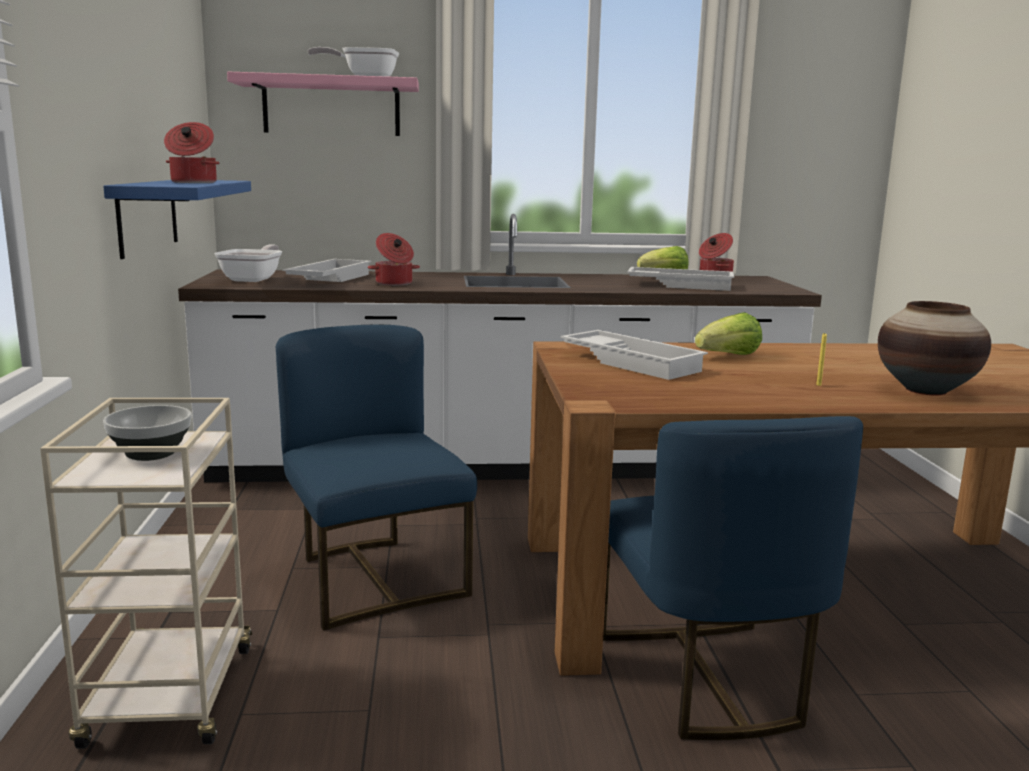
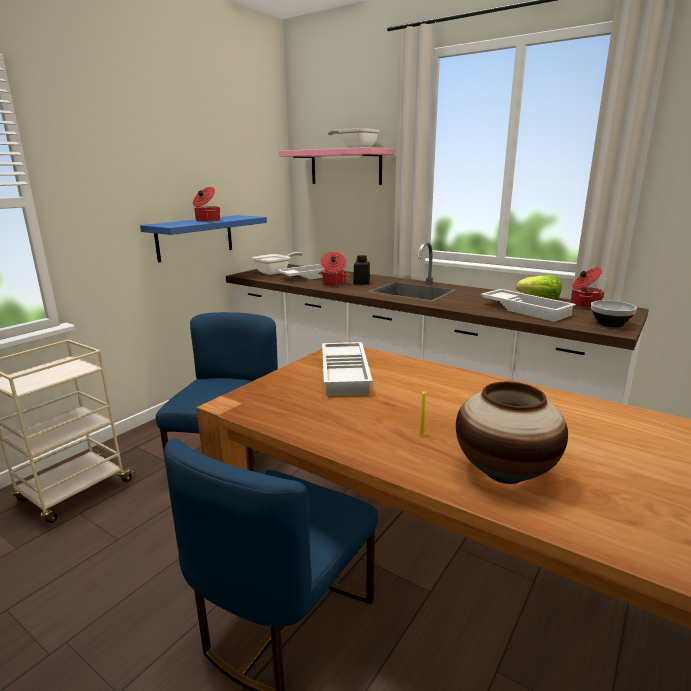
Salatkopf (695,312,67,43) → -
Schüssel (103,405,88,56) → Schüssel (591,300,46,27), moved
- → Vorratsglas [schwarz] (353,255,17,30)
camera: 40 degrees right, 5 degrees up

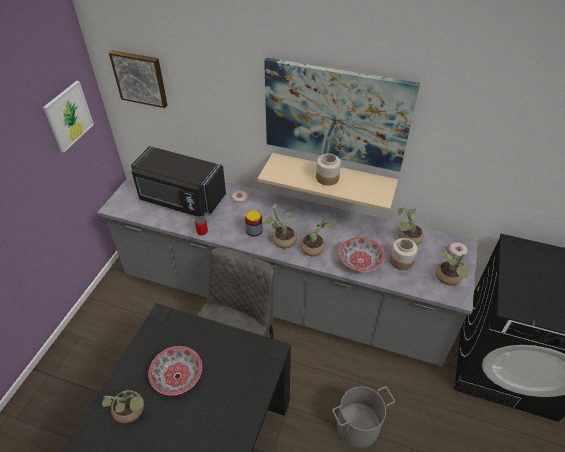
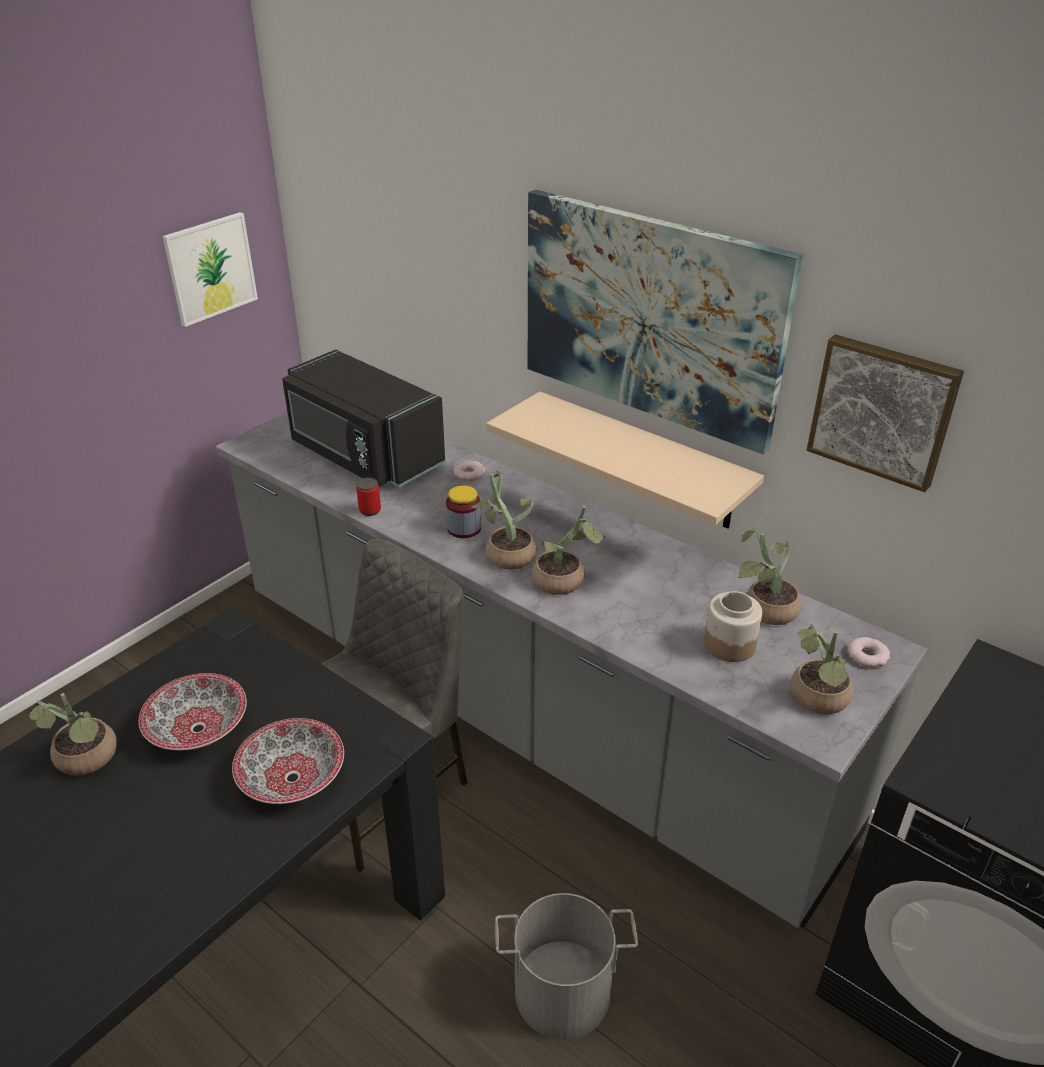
Bild (109,50,58,58) → Bild (806,334,158,158), moved
Vorratsglas (316,153,25,33) → -
Schüssel (339,237,46,35) → Schüssel (232,718,112,86), moved
camera: 20 degrees right, 10 degrees down

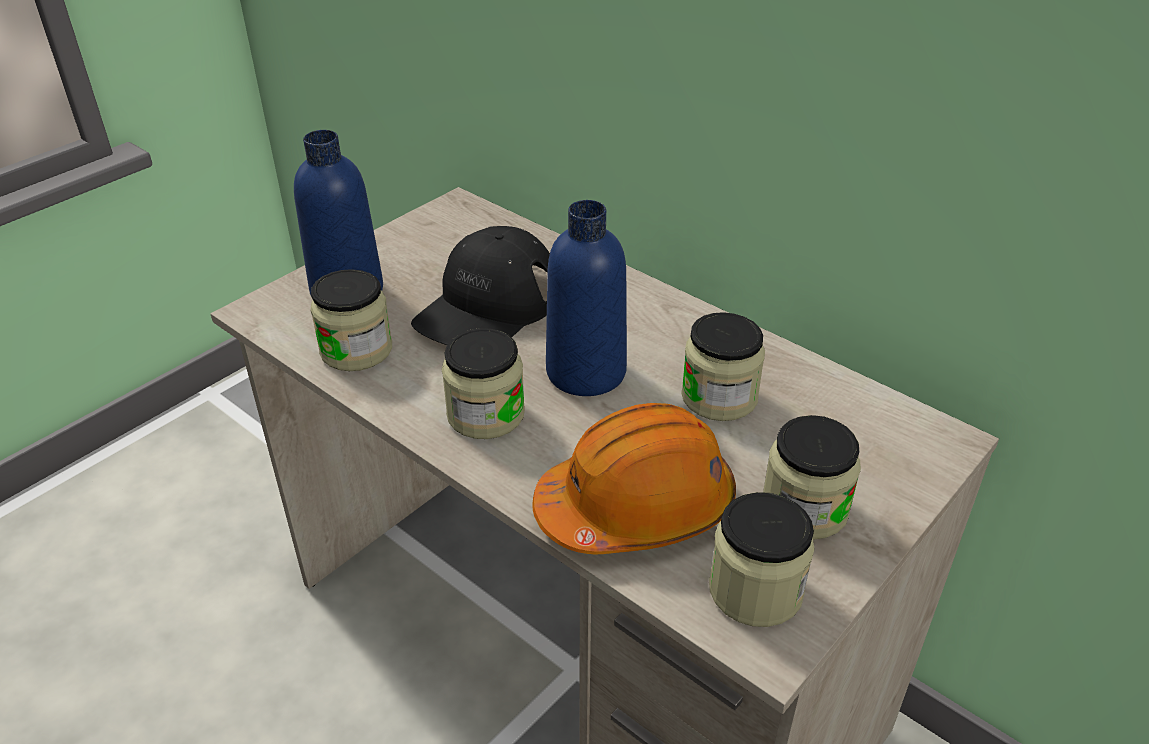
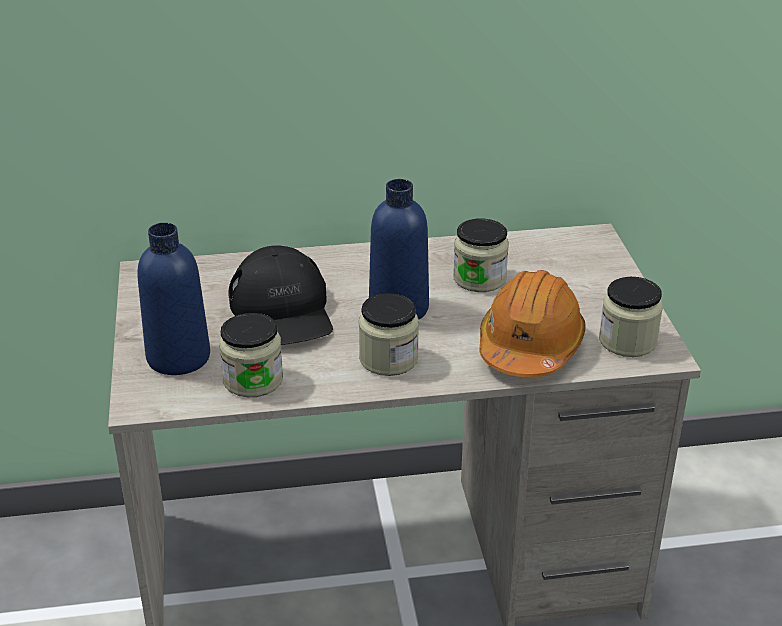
Vorratsglas (763,415,98,125) → -
camera: 50 degrees left, 5 degrees down

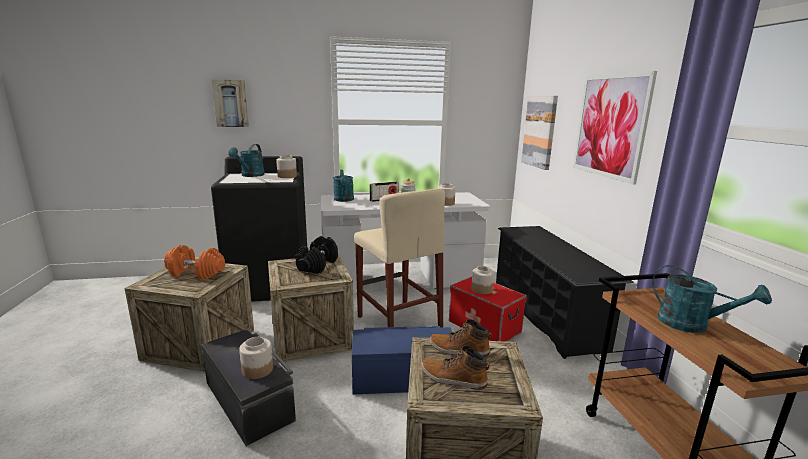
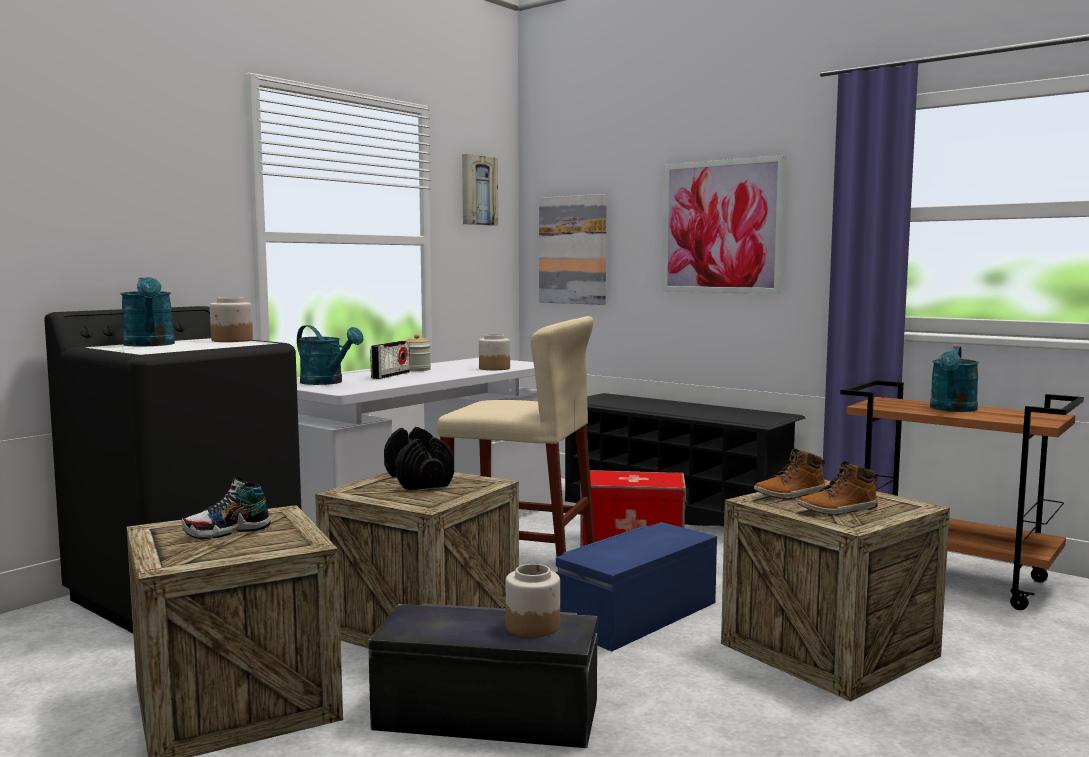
Bild (212,79,37,48) → Bild (462,154,36,72), moved
Hantel [orange] (164,245,61,34) → Schuh (181,477,90,62)
Gießkanne [türkis] (652,265,120,68) → Gießkanne [türkis] (930,346,49,66), 120 degrees clockwise
Vorratsglas (471,266,23,28) → -
camera: 40 degrees left, 10 degrees down

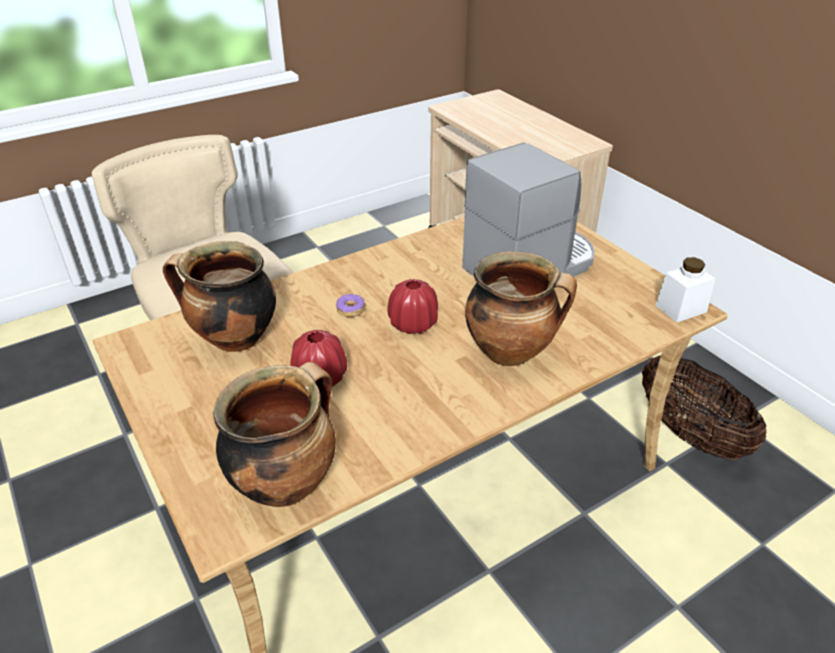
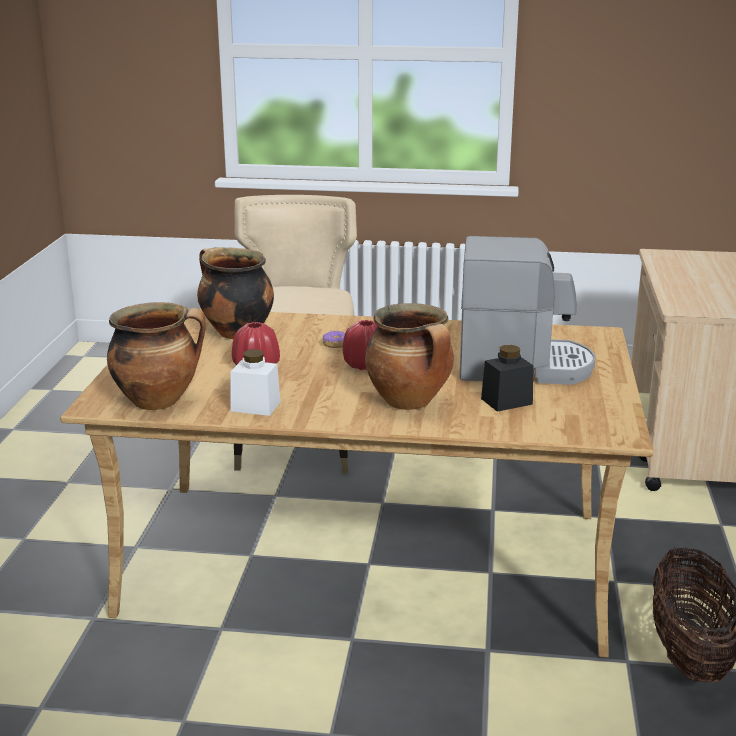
Vorratsglas [weiß] (655,257,61,66) → Vorratsglas [weiß] (230,349,50,67), moved
- → Vorratsglas [schwarz] (481,345,52,67)
camera: 40 degrees right, 15 degrees down

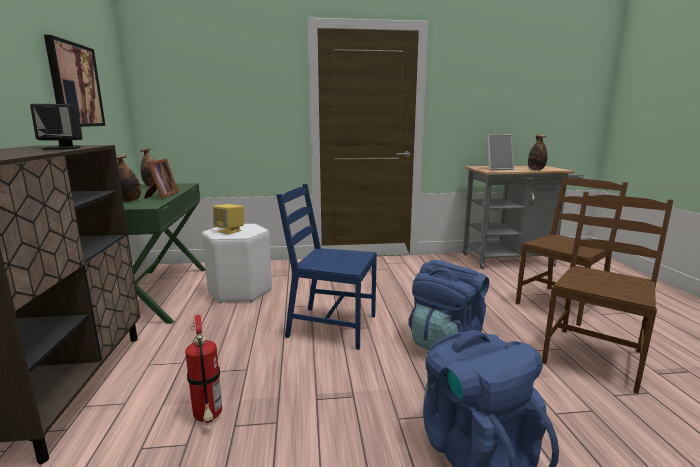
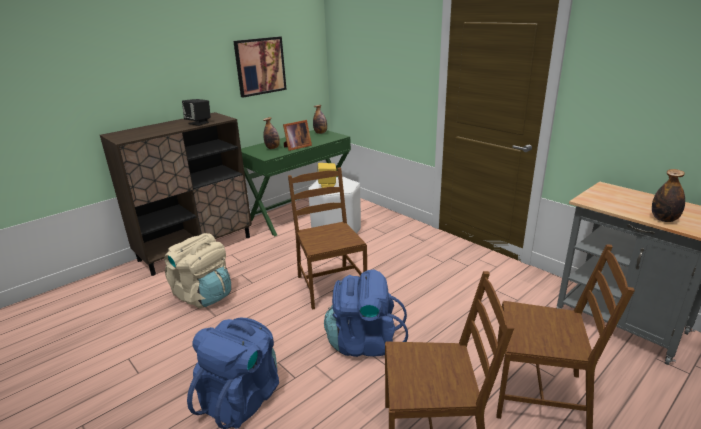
Bilderrahmen (487,134,27,36) → -
Stuhl [blau] (276,184,101,166) → Stuhl [braun] (288,168,79,142)
Feuerlöscher (185,315,37,108) → Rucksack [beige] (164,233,67,75)
camera: 55 degrees right, 10 degrees up

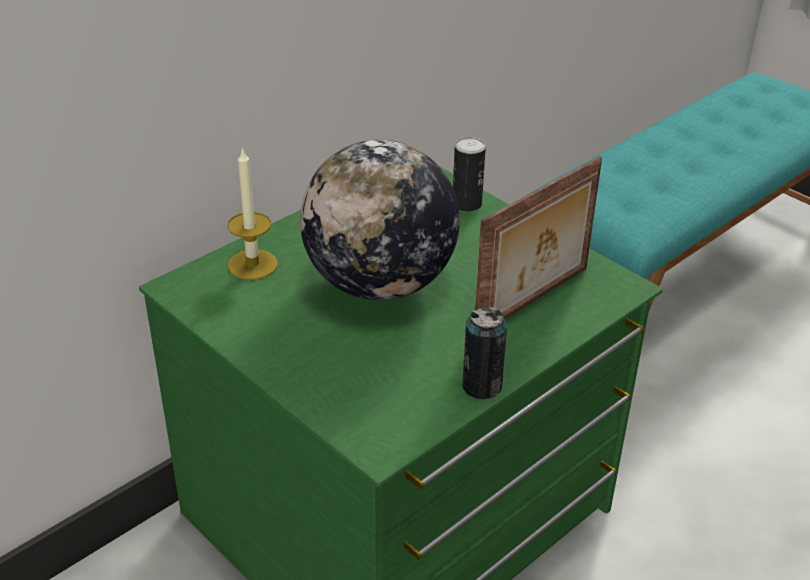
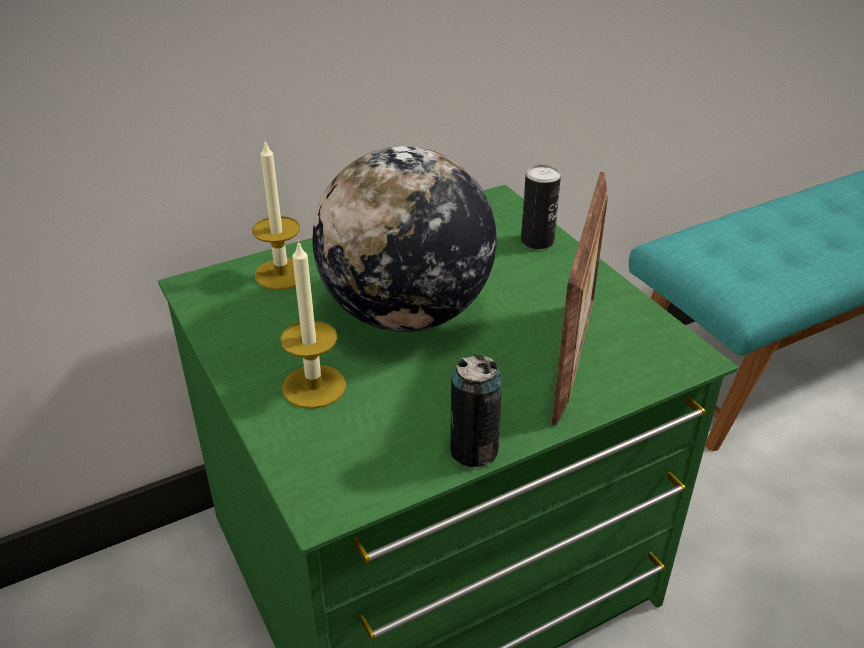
Bilderrahmen (475,156,127,163) → Bilderrahmen (551,172,57,254), 45 degrees counterclockwise
- → Kerze (280,240,66,169)
camera: 15 degrees right, 0 degrees up

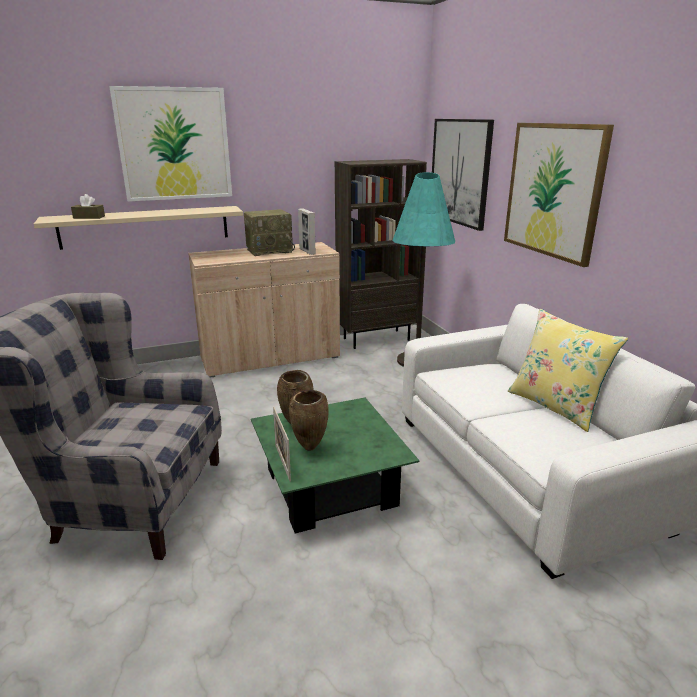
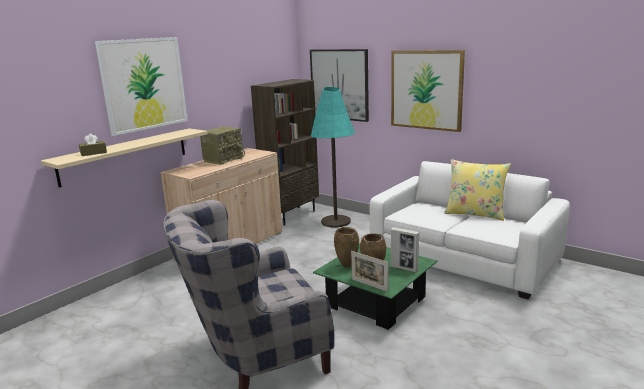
Bilderrahmen (298,208,18,47) → Bilderrahmen (391,227,29,45), moved
camera: 30 degrees left, 5 degrees down

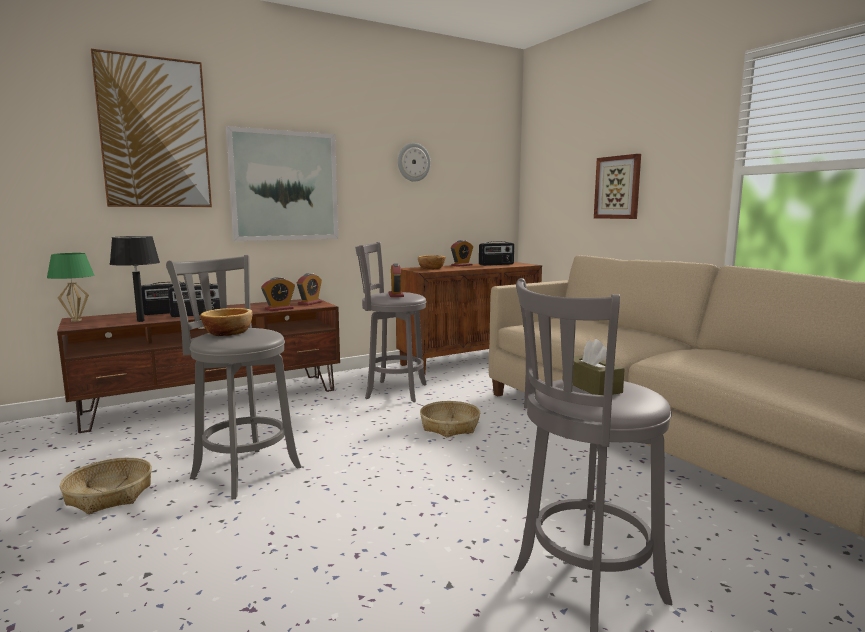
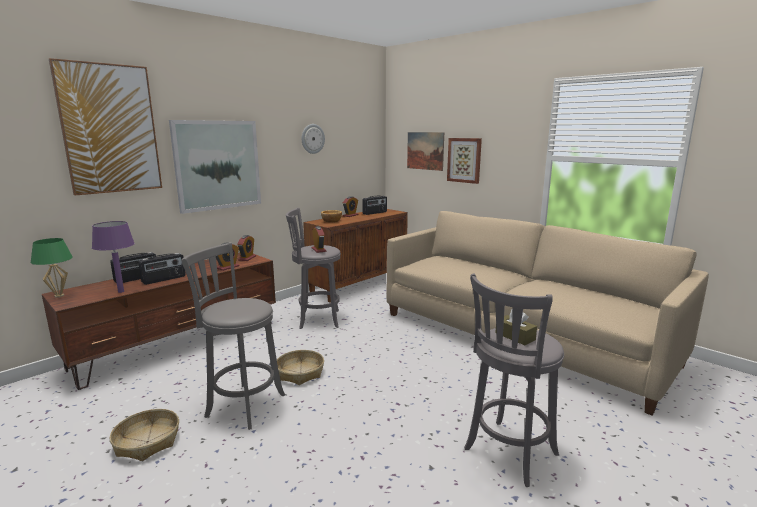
Tischlampe [schwarz] (110,236,50,86) → Tischlampe [lila] (92,221,43,72)
Schüssel (201,308,51,28) → -
Korb (420,401,60,36) → Korb (277,350,47,35), moved
- → Bild (407,132,37,39)
camera: 15 degrees left, 5 degrees up

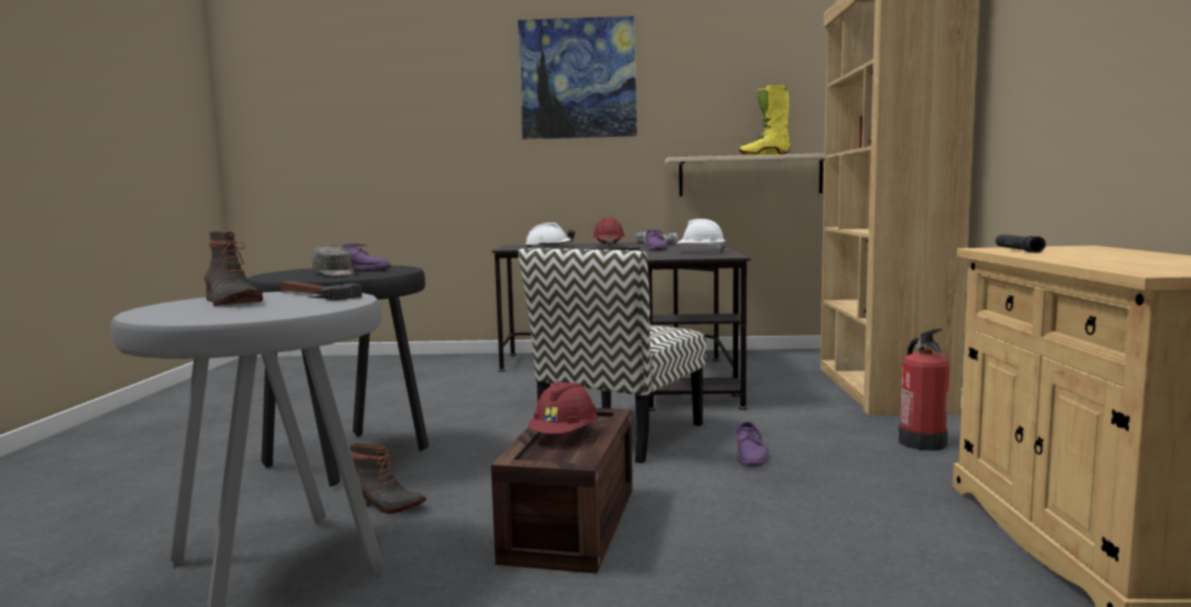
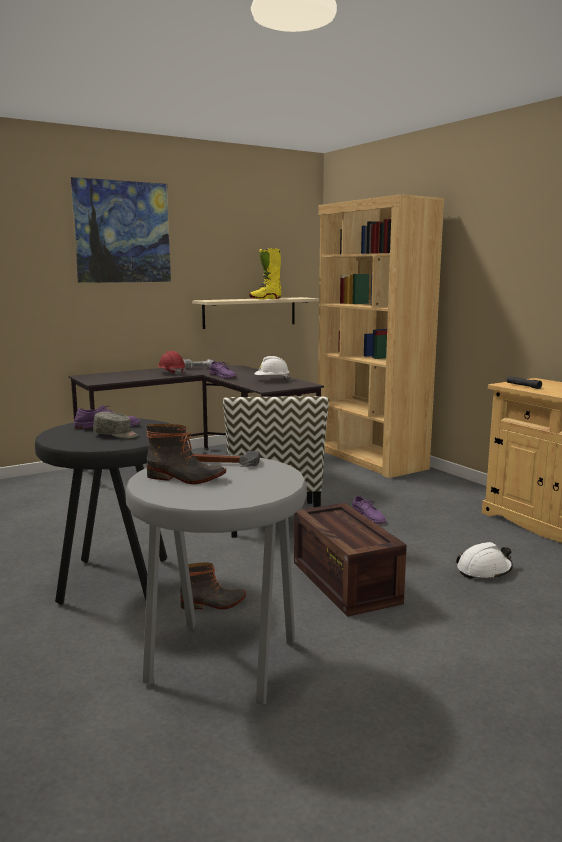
Schutzhelm [weiß] (525,223,50,24) → Schutzhelm [weiß] (456,542,57,37), moved
Feuerlöscher (898,329,51,122) → -
Schutzhelm [rot] (528,381,69,53) → -
camera: 35 degrees left, 5 degrees up

